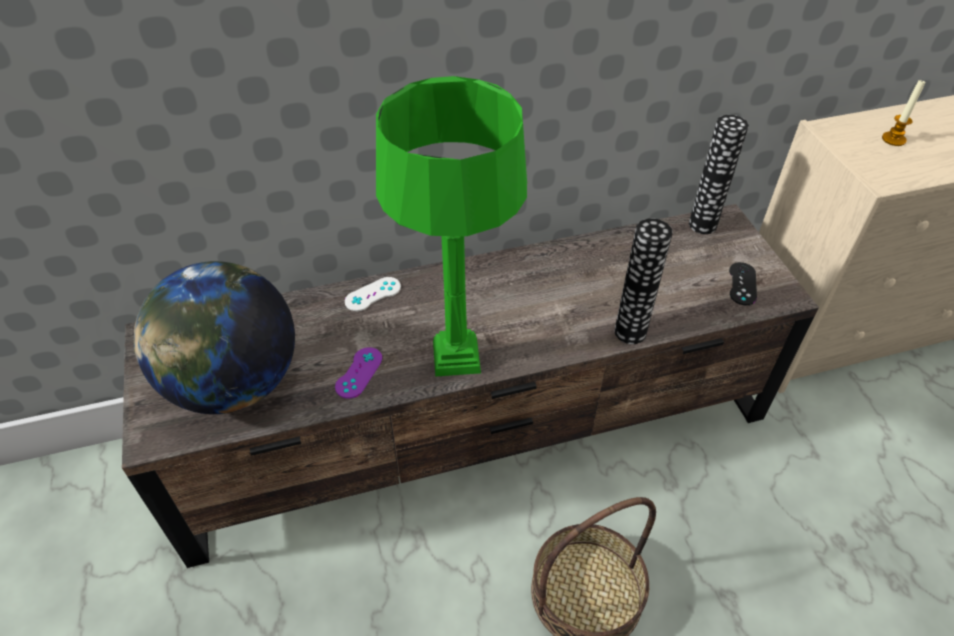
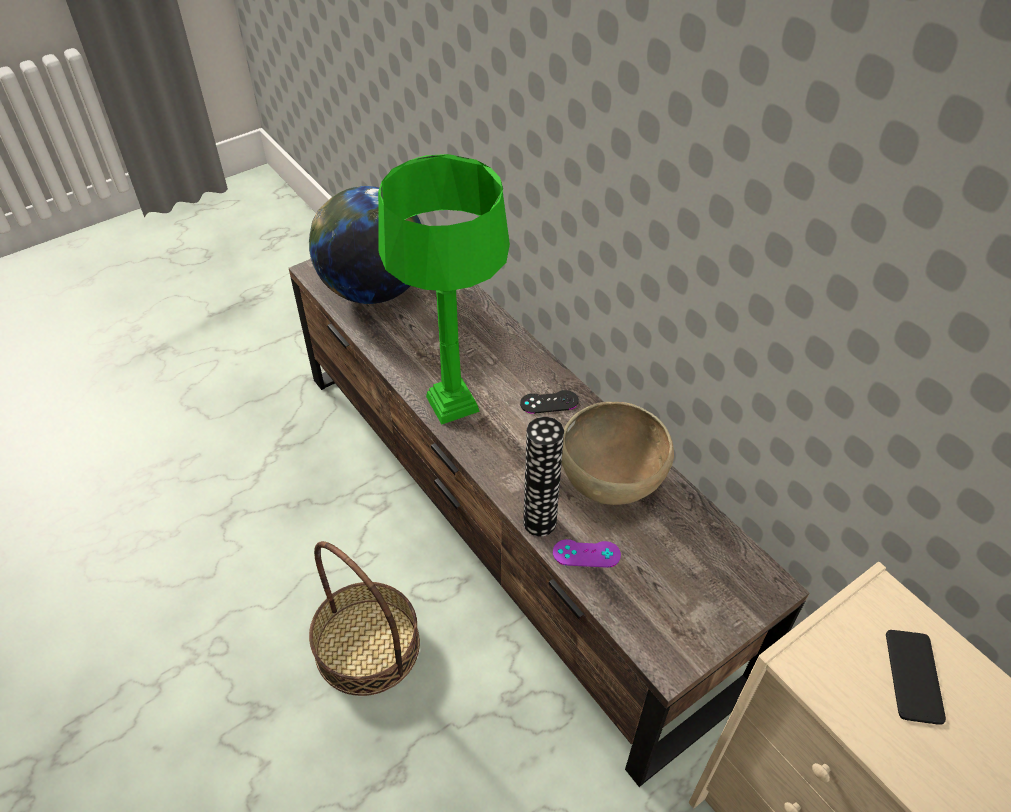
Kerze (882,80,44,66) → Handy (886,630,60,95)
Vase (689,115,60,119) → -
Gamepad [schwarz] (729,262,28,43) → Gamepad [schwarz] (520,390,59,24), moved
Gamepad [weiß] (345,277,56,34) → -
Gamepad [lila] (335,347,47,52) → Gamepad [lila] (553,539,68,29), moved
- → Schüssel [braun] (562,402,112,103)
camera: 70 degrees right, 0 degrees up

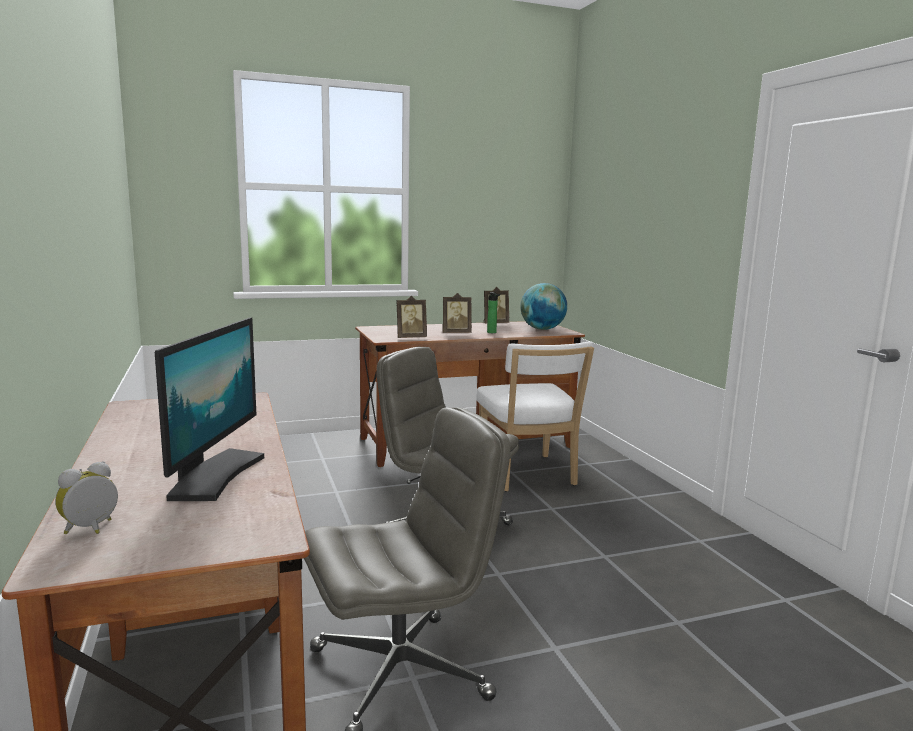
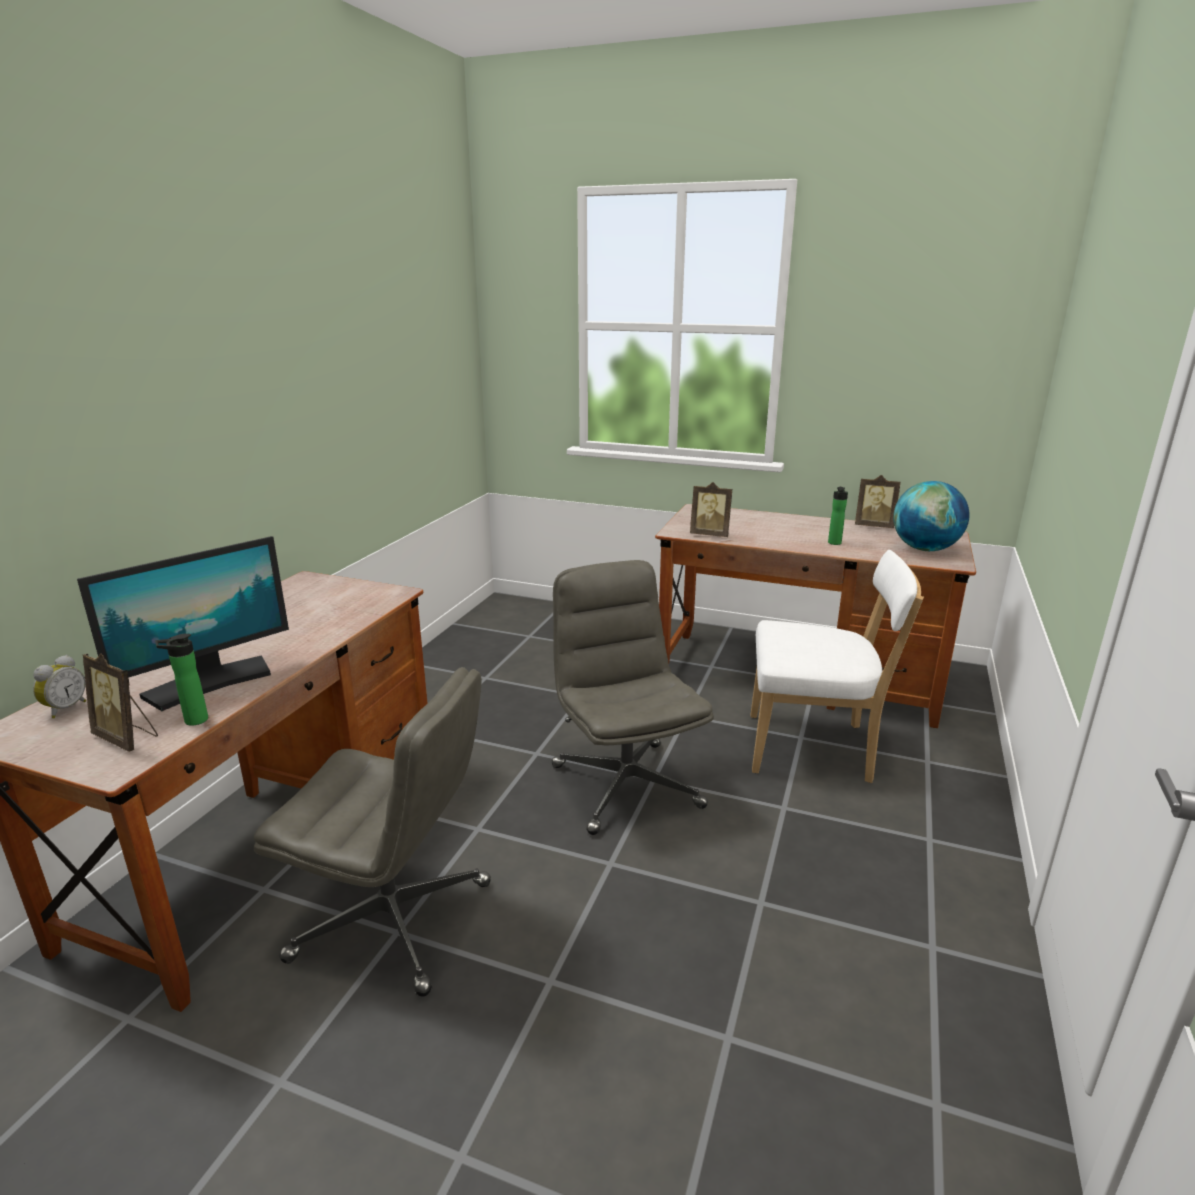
Bilderrahmen (443,293,29,40) → Bilderrahmen (83,653,75,99), moved
Stuhl [weiß] (477,341,117,151) → Stuhl [weiß] (751,550,173,233), 105 degrees counterclockwise
Wecker (55,461,63,73) → Wecker (33,655,53,63), 120 degrees clockwise
- → Flasche (155,634,53,92)
camera: 40 degrees right, 10 degrees up

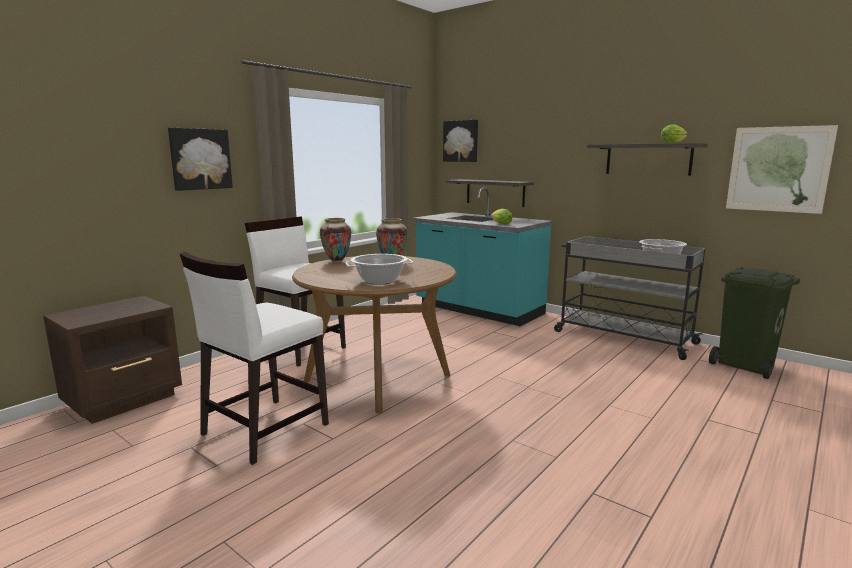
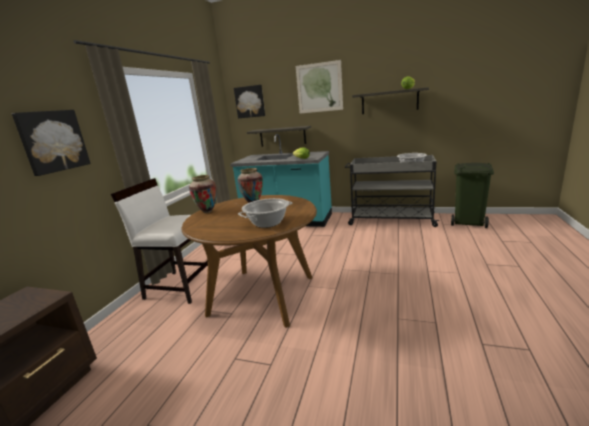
Bild (726,125,112,89) → Bild (296,60,47,54), moved
Stuhl [weiß] (180,252,149,213) → -
camera: 20 degrees left, 5 degrees up

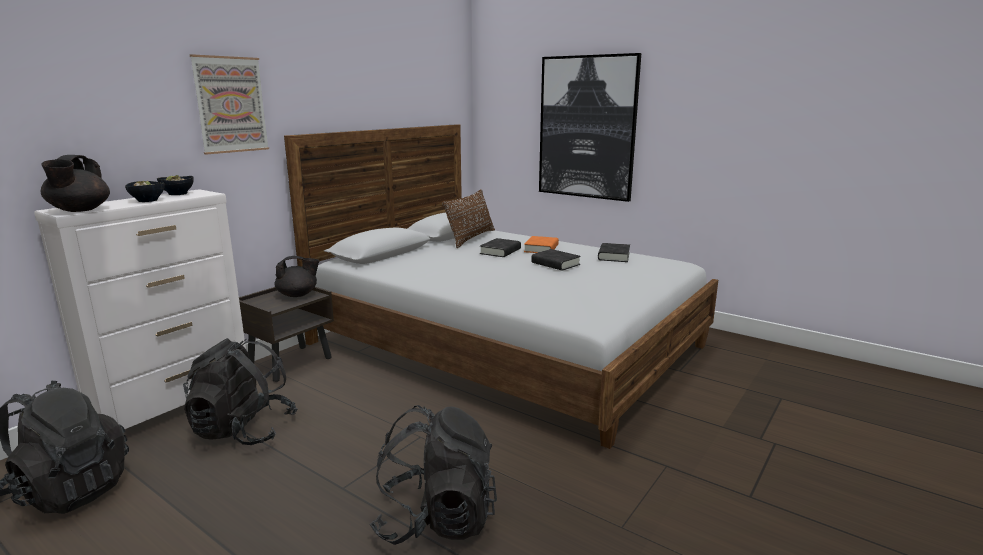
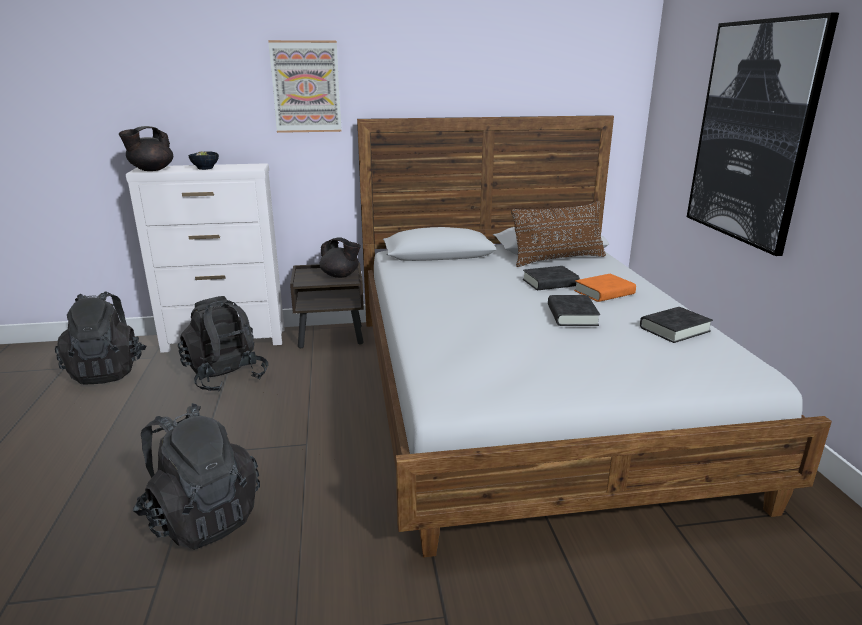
Schüssel (157,175,37,20) → -
camera: 45 degrees right, 5 degrees up

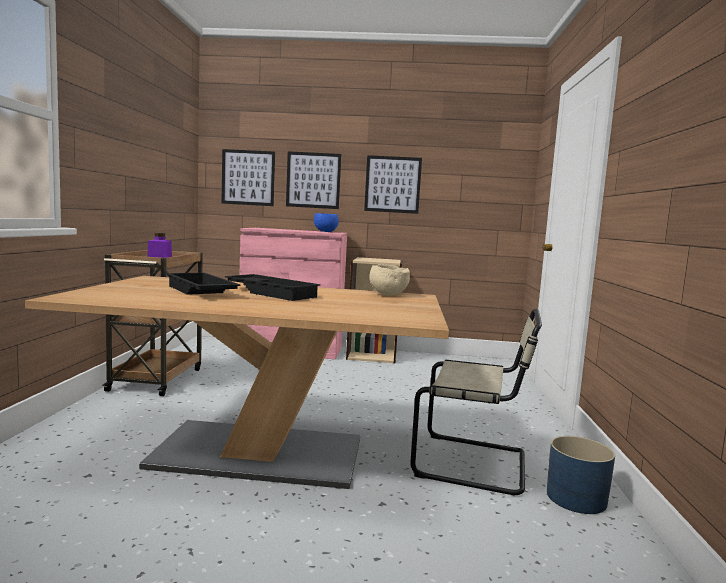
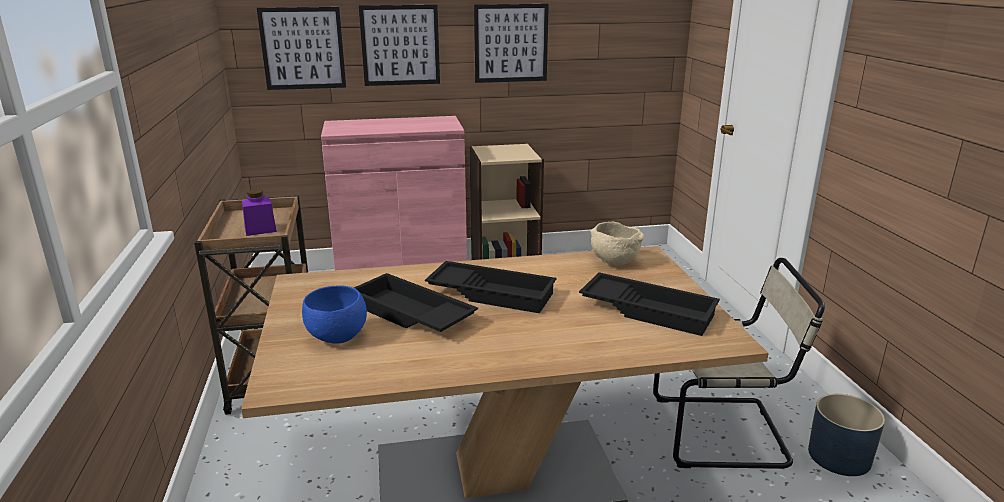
Schüssel [blau] (314,213,25,19) → Schüssel [blau] (302,285,65,58), moved
- → Tablett [schwarz] (579,272,141,64)
camera: 15 degrees left, 15 degrees up

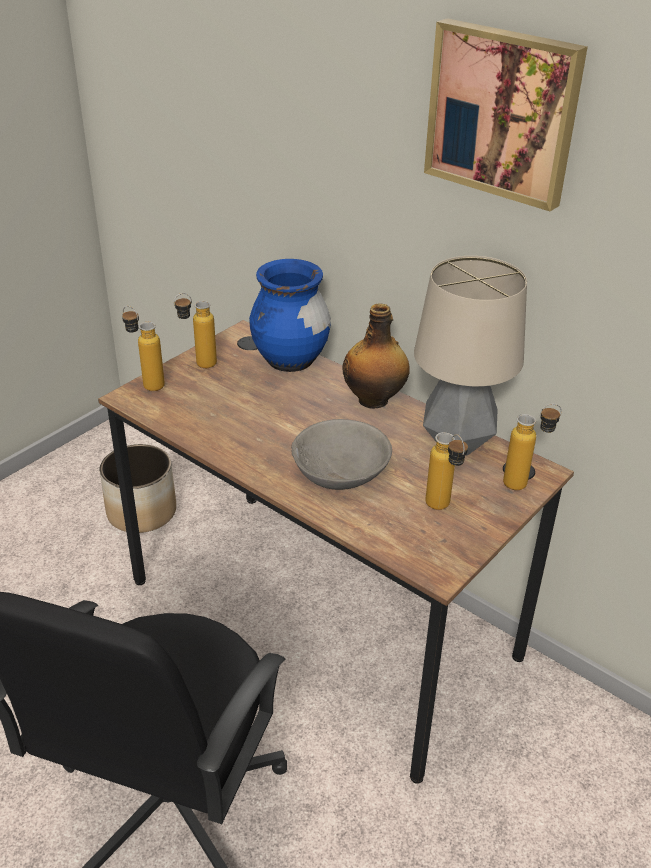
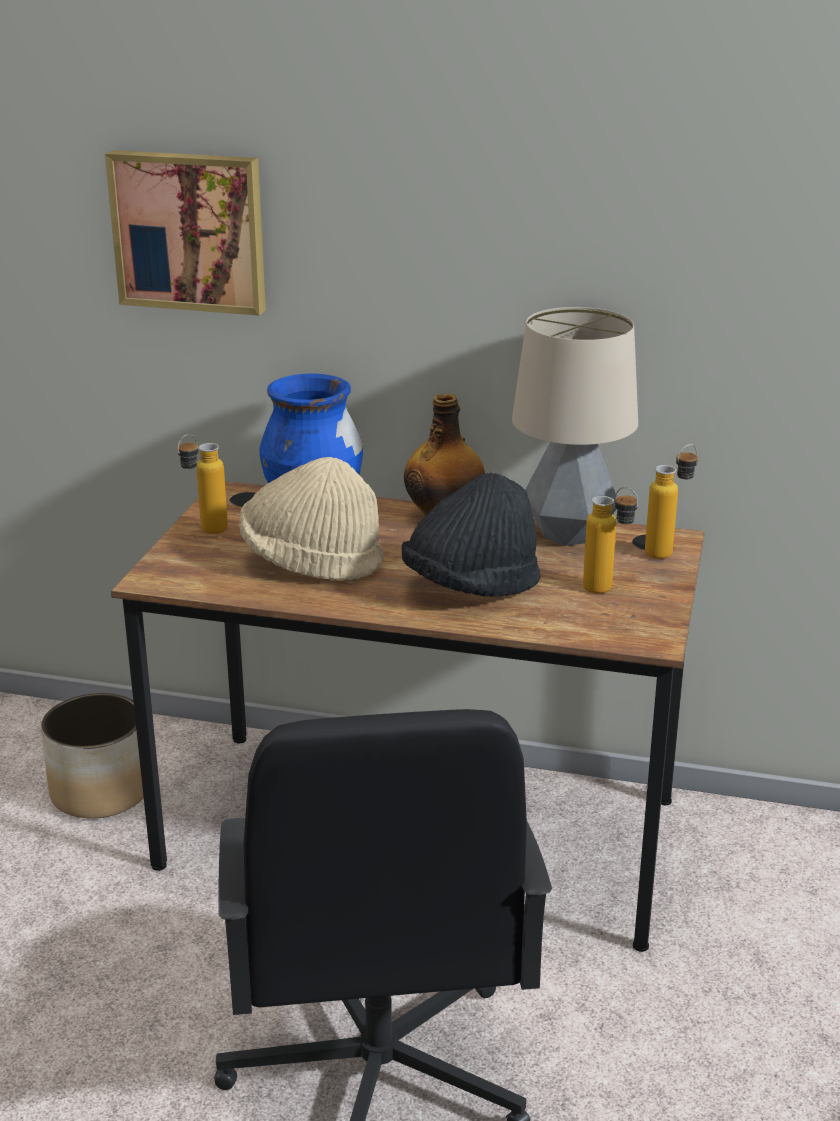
Bild (424,18,164,193) → Bild (105,150,161,166), moved
Flasche (122,306,43,85) → -
Schüssel [grau] (291,419,101,71) → Hut [schwarz] (402,473,138,124)
- → Hut [beige] (239,457,146,123)
camera: 25 degrees left, 10 degrees down

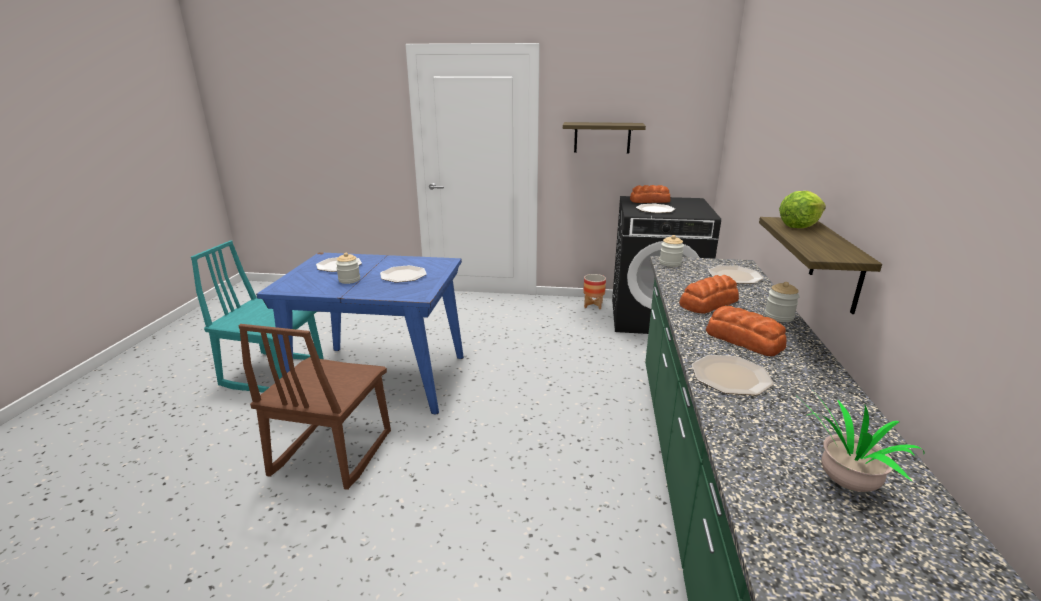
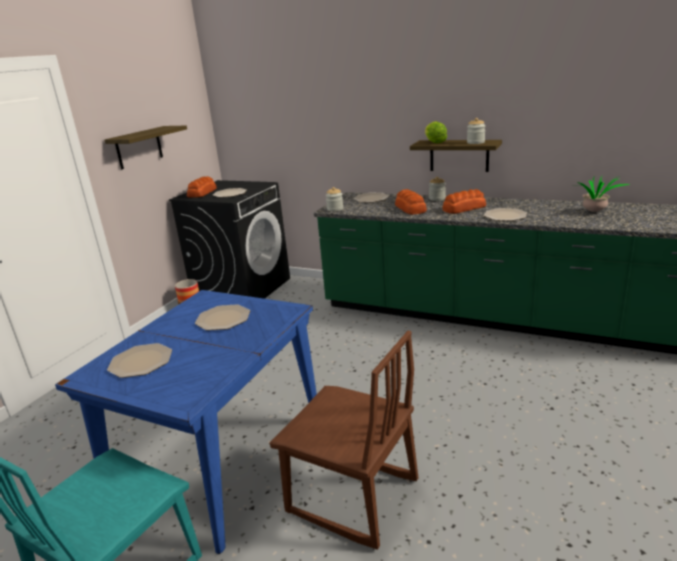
Vorratsglas (336,253,24,31) → Vorratsglas (467,118,18,26), moved
camera: 70 degrees left, 0 degrees up

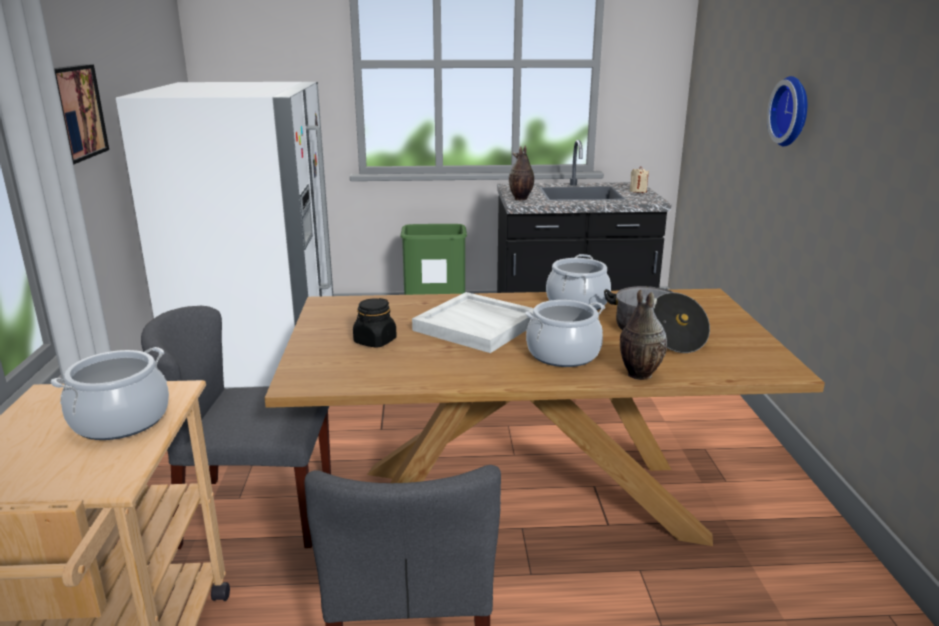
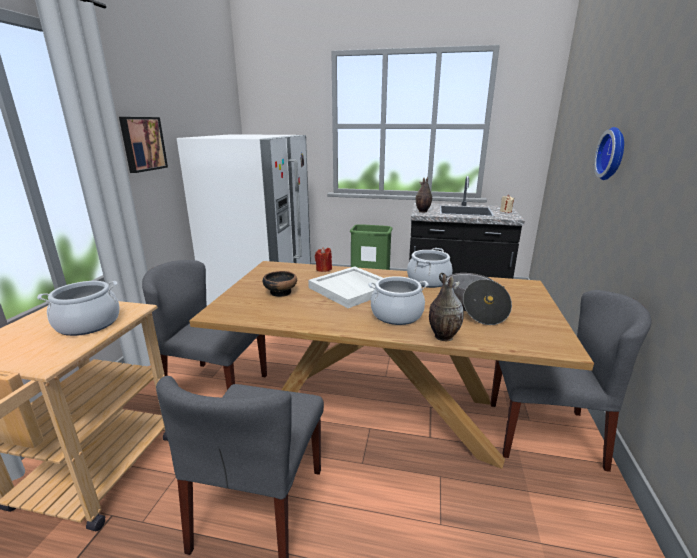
Vorratsglas [schwarz] (353,298,44,50) → Schüssel (263,271,34,26)
- → Kerze [rot] (315,247,17,25)
- → Stuhl [grau] (490,290,162,182)
camera: 15 degrees right, 0 degrees up

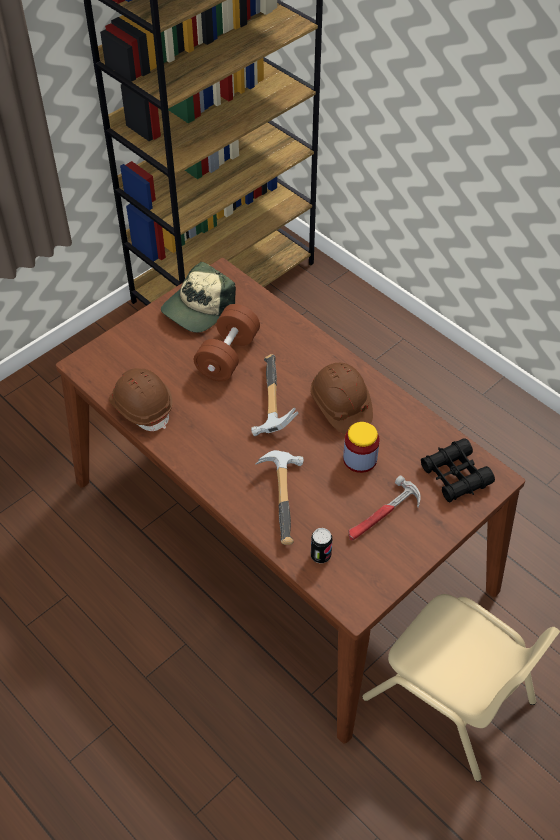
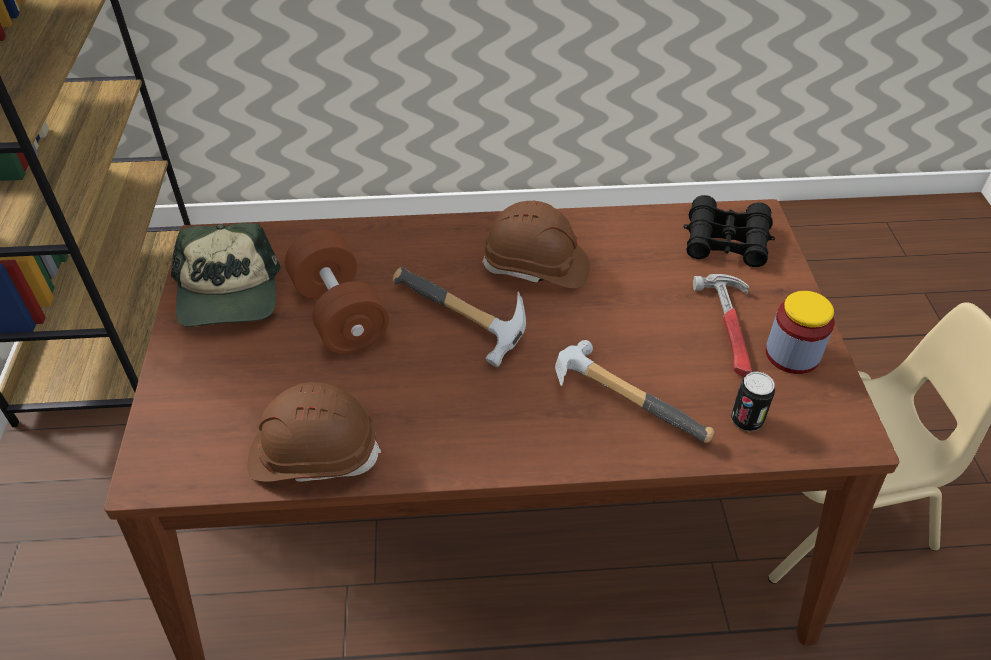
Vorratsglas (343,422,37,51) → Vorratsglas (765,291,70,83), moved
camera: 50 degrees left, 5 degrees down

